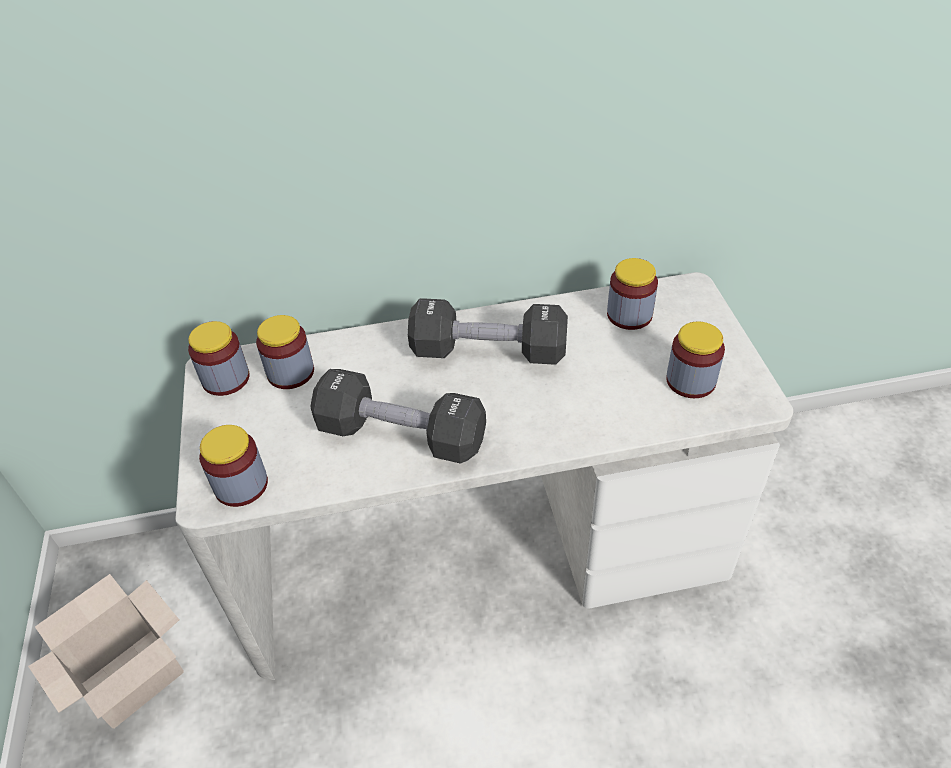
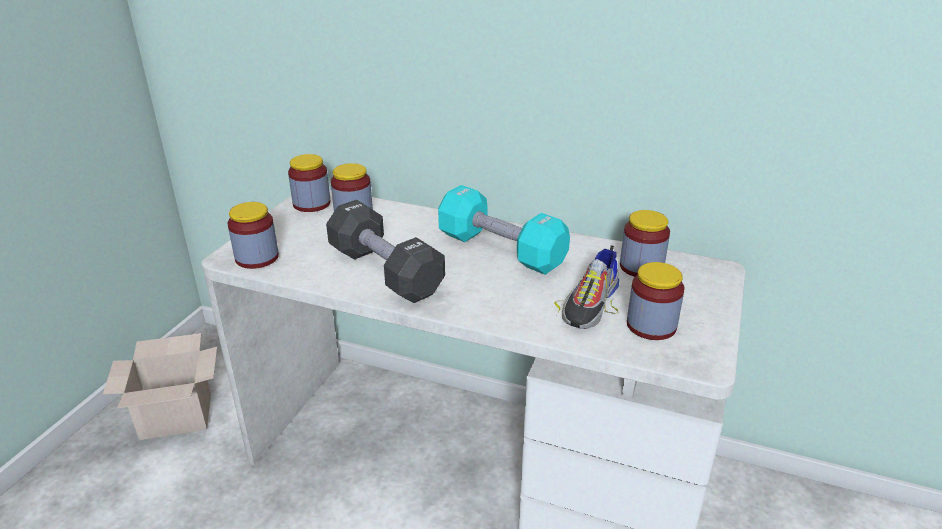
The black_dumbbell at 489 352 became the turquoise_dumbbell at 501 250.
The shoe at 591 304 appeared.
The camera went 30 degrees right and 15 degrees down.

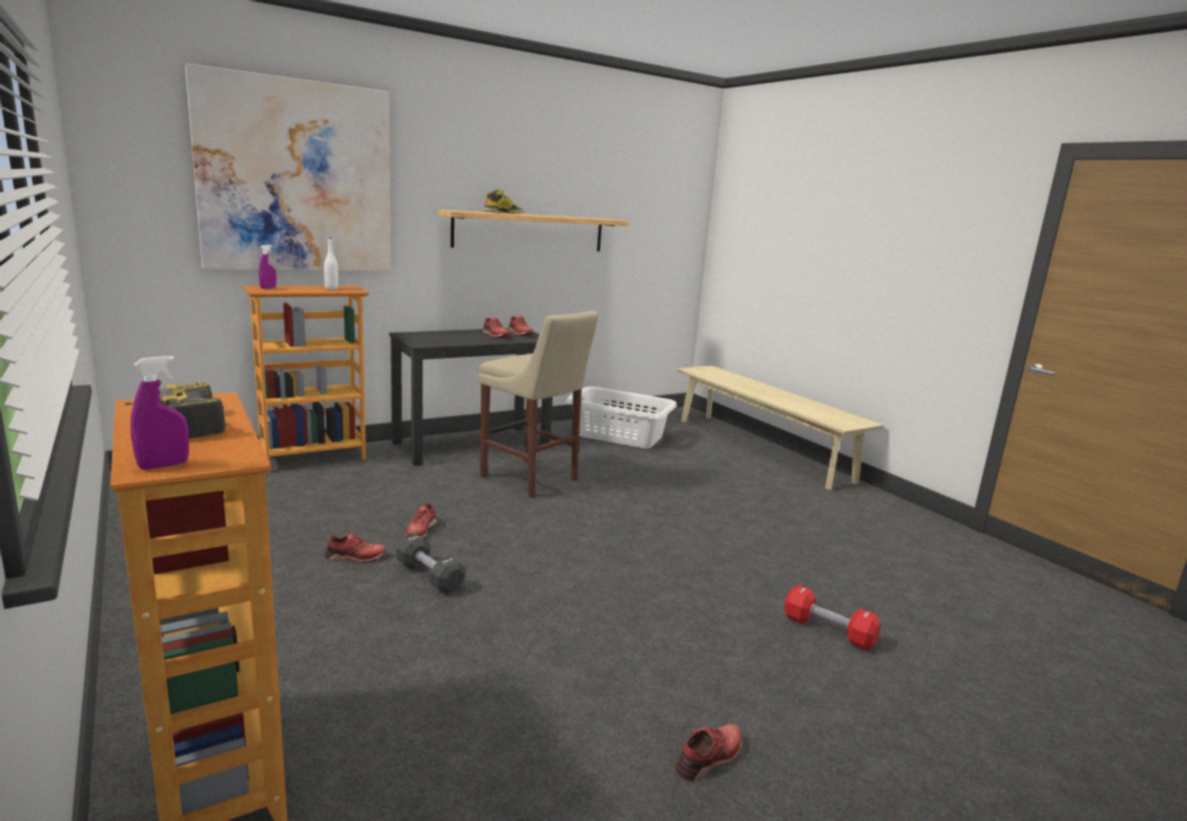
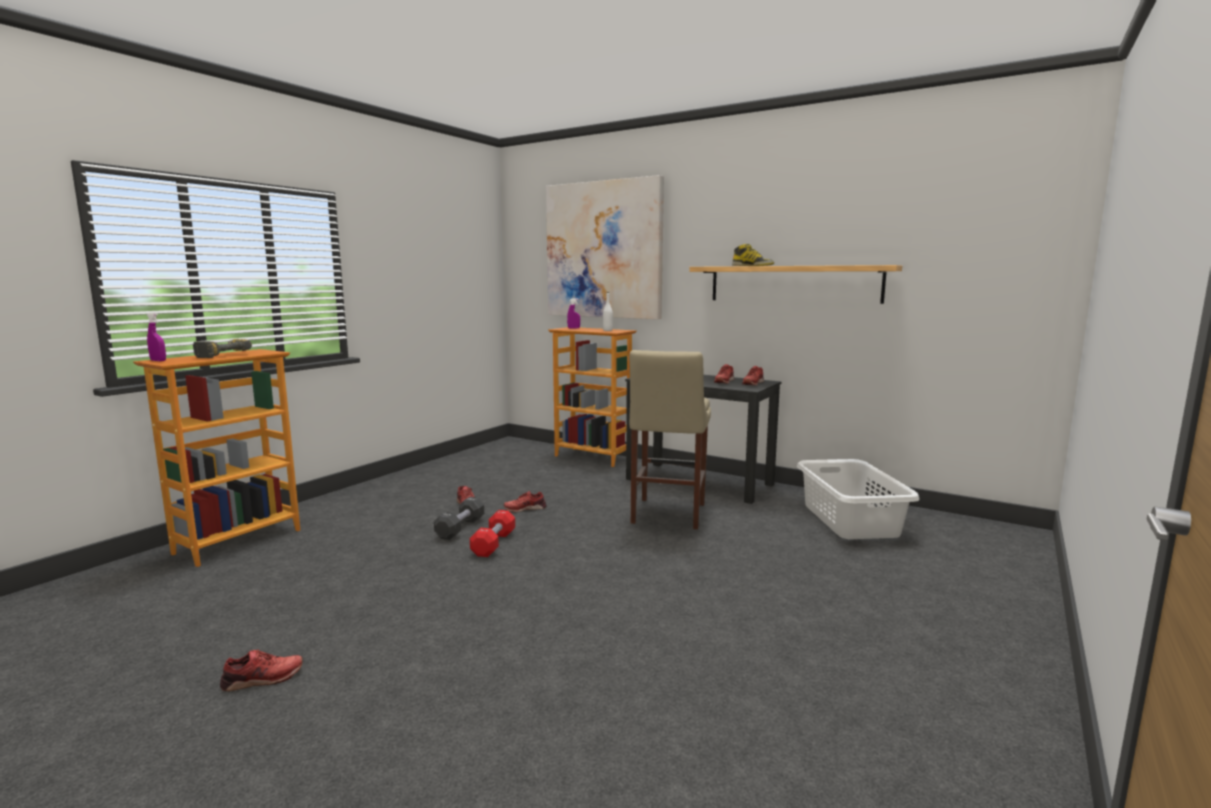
The red_shoe at 710 758 turned 45 degrees counterclockwise.
The beige_bench at 760 449 disappeared.
The red_dumbbell moved from 828 630 to 493 544.
The camera went 65 degrees right and 5 degrees down.

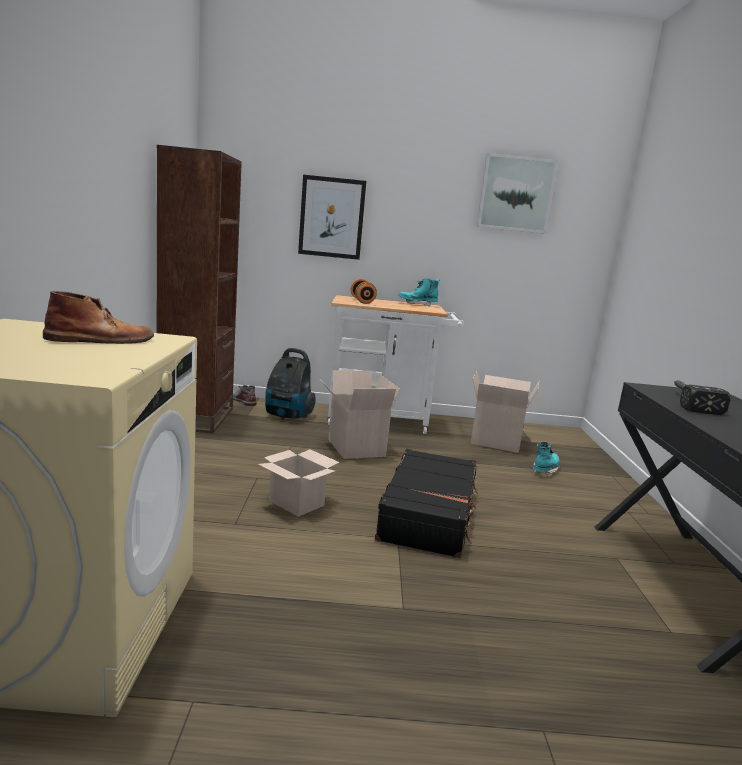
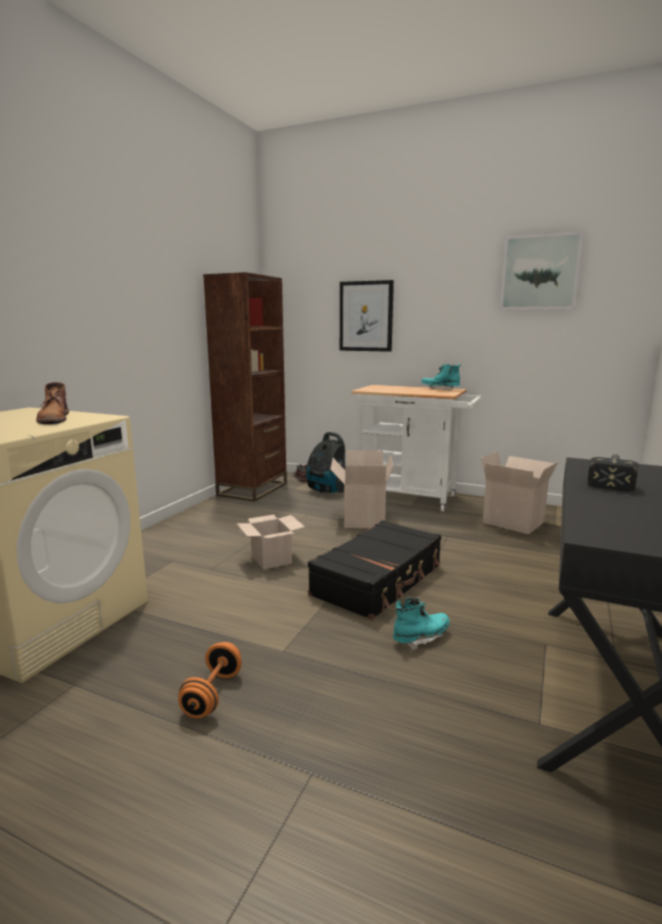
The brown_boot at 101 340 turned 75 degrees clockwise.
The orange_dumbbell moved from 362 301 to 212 694.
The turquoise_boot moved from 545 470 to 421 638.
The camera went 25 degrees right and 0 degrees up.

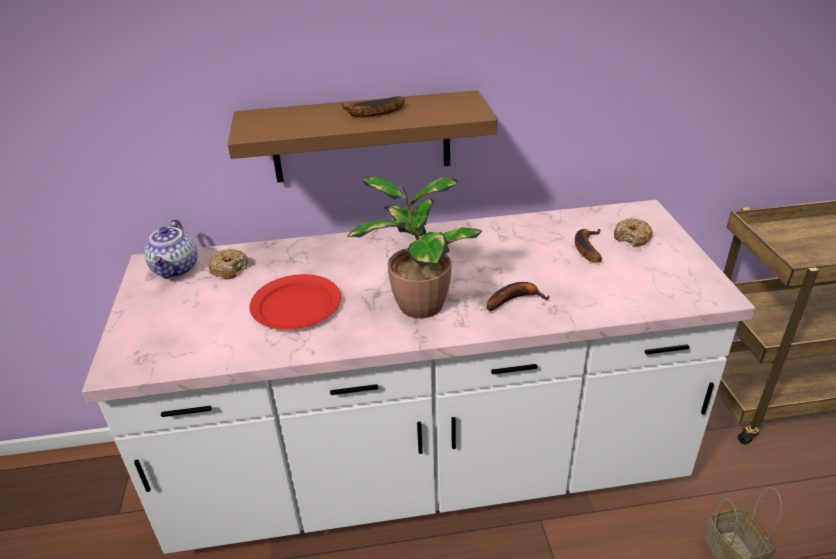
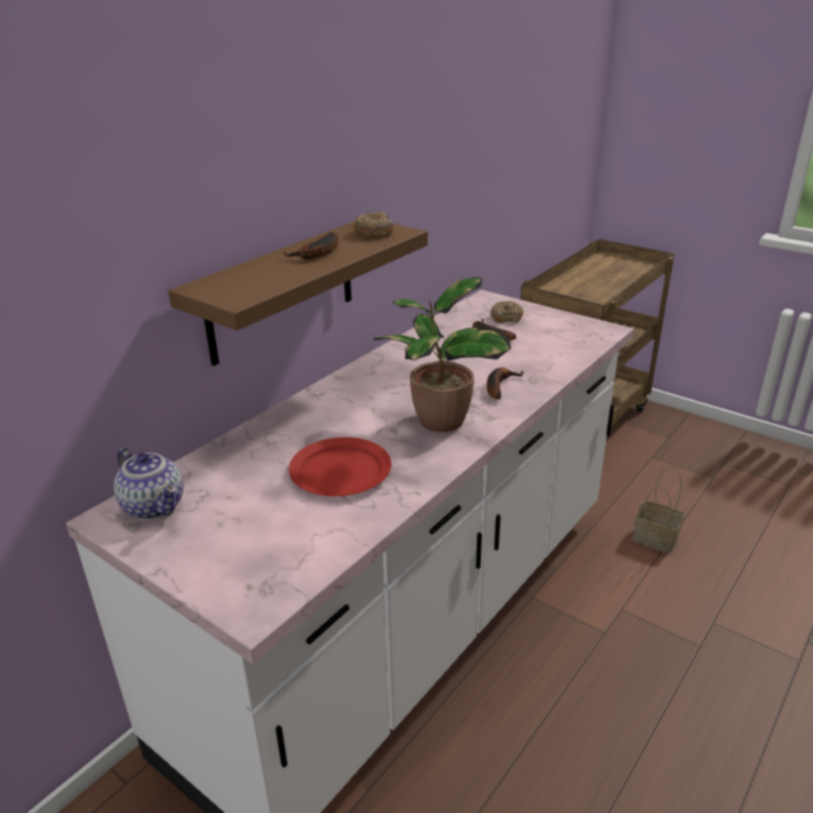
The donut moved from 229 269 to 374 232.
The camera went 45 degrees left and 5 degrees down.

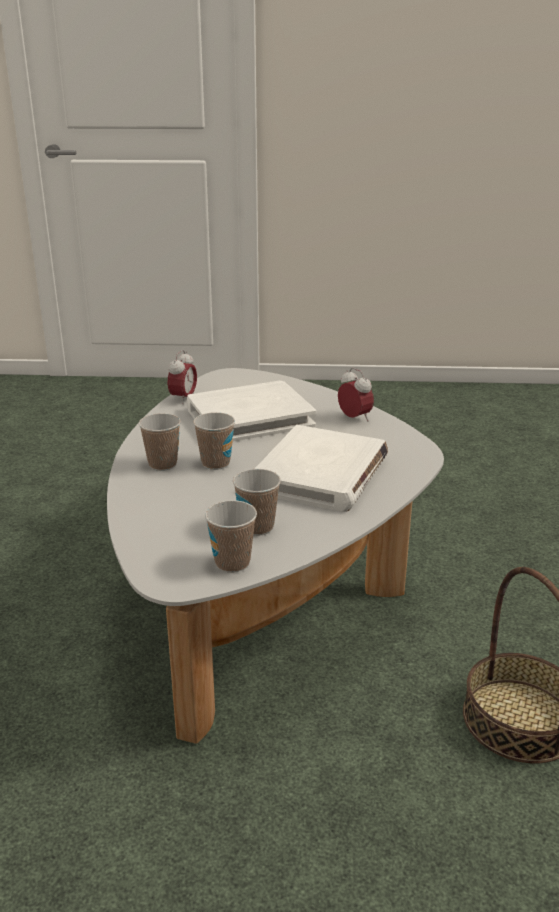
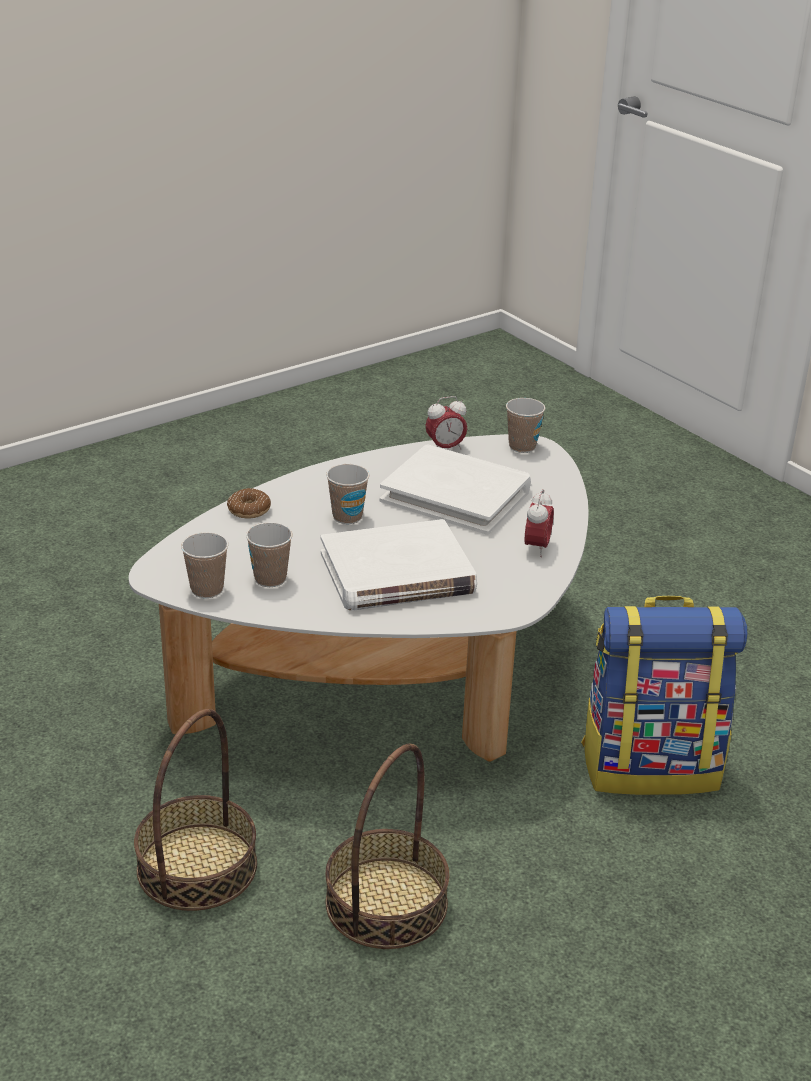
The cup moved from 162 464 to 522 446.
The basket at 197 866 appeared.
The donut at 249 510 appeared.
The backpack at 651 766 appeared.
The camera went 50 degrees right and 5 degrees up.

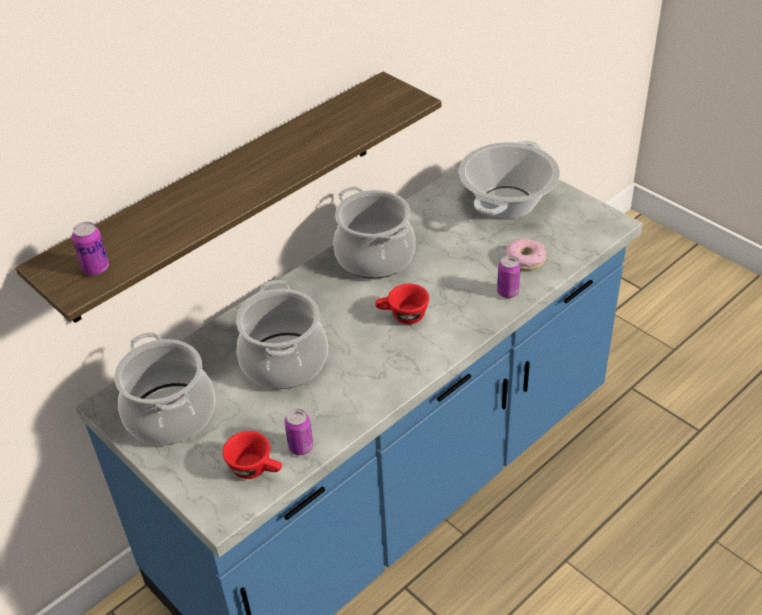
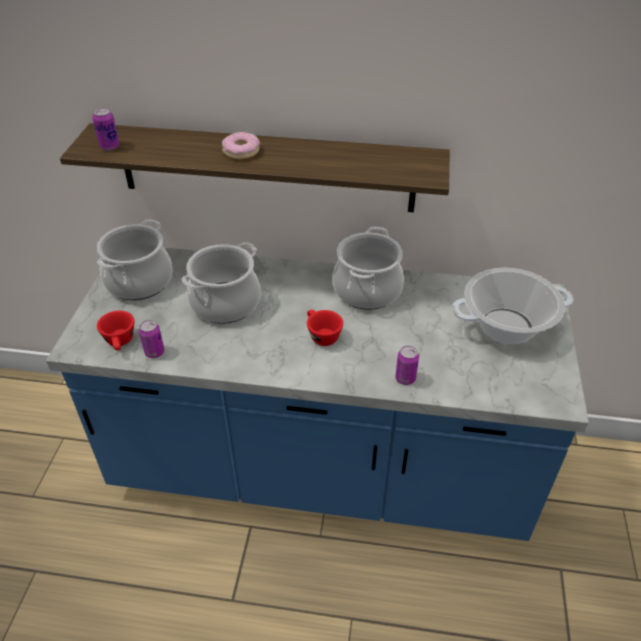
The donut moved from 525 259 to 241 151.
The camera went 50 degrees right and 0 degrees up.

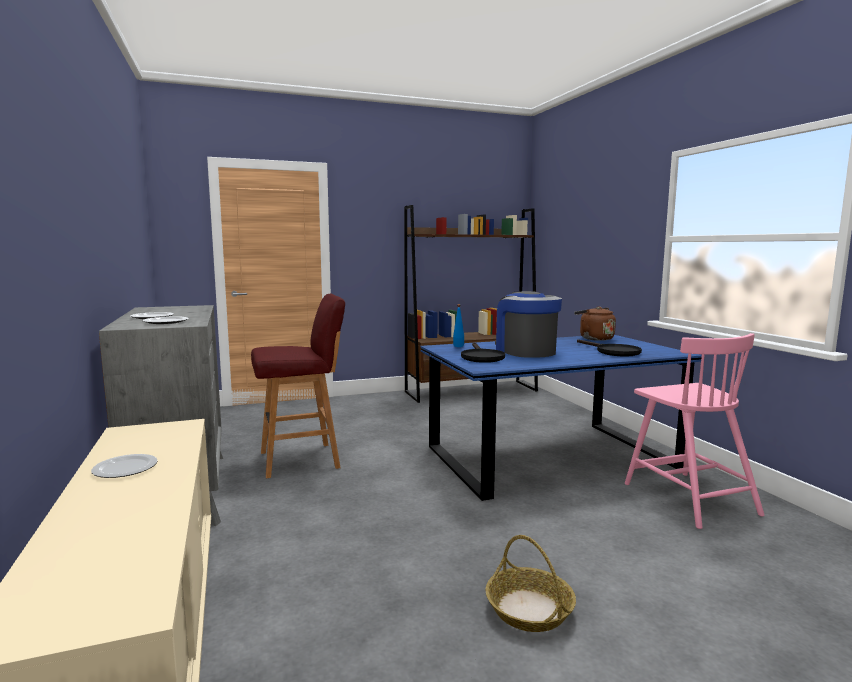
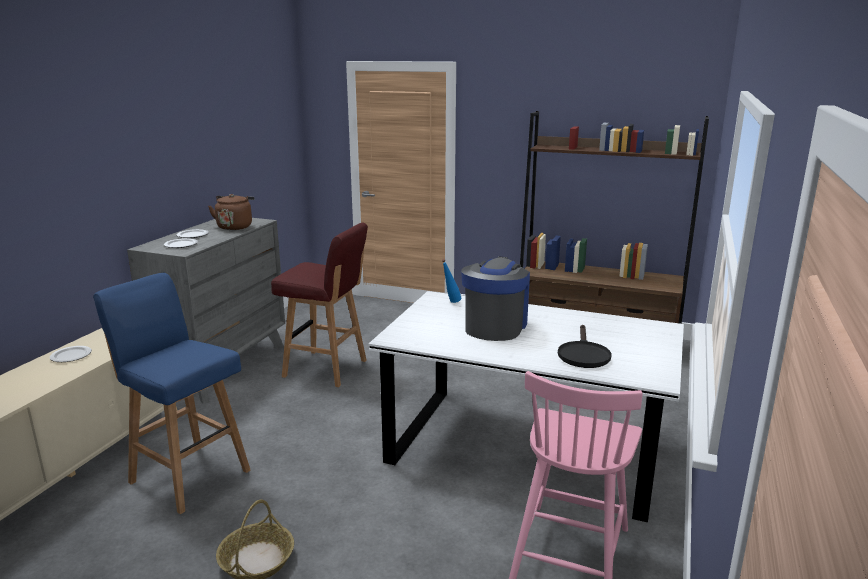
The blue_dining_table at 551 457 became the white_dining_table at 524 448.
The black_frying_pan at 481 357 disappeared.
The brown_kettle moved from 594 338 to 235 226.
The blue_stool at 188 475 appeared.
The camera went 40 degrees right and 10 degrees up.

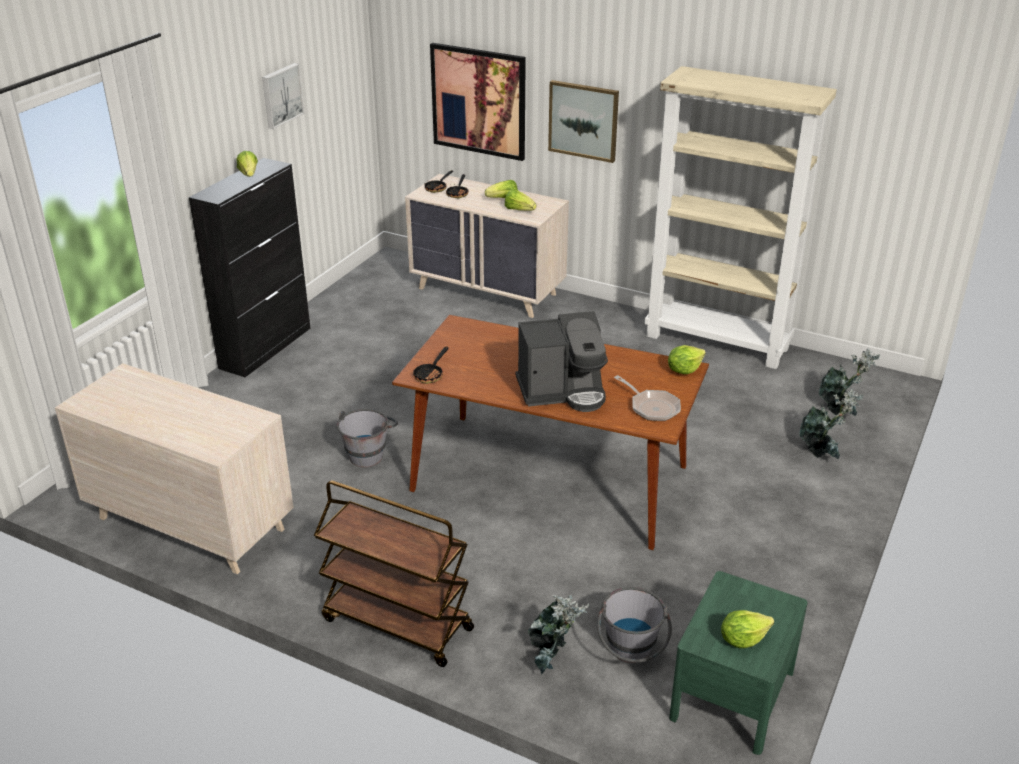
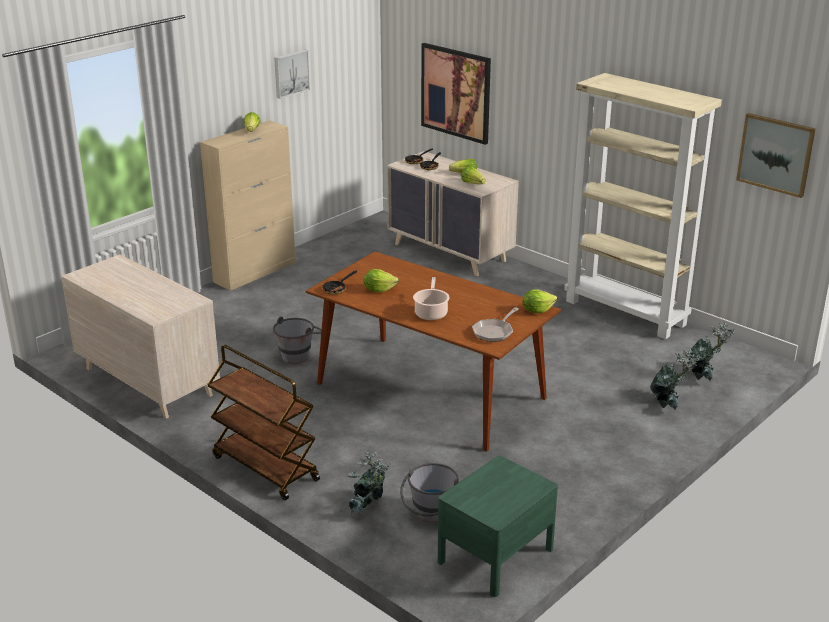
The black_cabinet at 266 347 became the beige_cabinet at 255 272.
The coffee_machine at 563 391 was replaced by the cooking_pot at 431 313.
The picture moved from 583 120 to 775 154.
The frying_pan at 651 407 turned 60 degrees clockwise.
The lettuce moved from 742 639 to 379 290.
The camera went 15 degrees right and 5 degrees down.

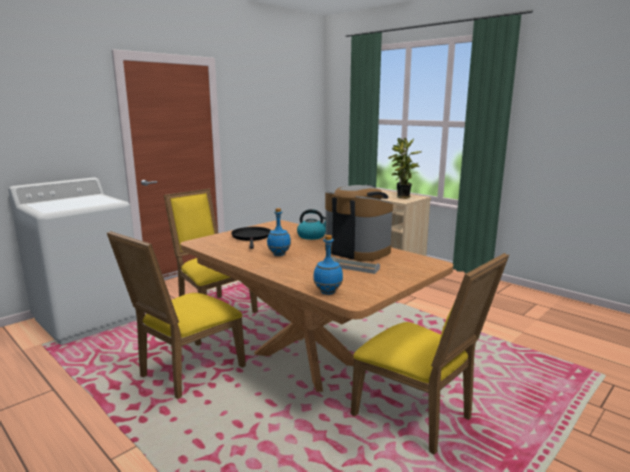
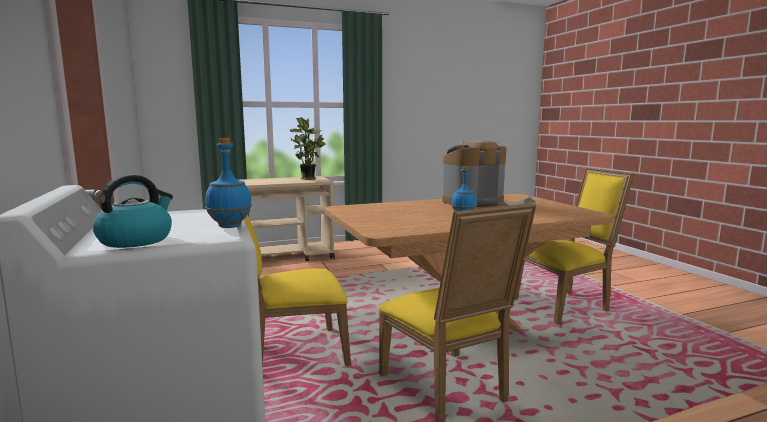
The black_frying_pan at 251 237 disappeared.
The kettle moved from 312 236 to 136 240.
The blue_bottle moved from 328 292 to 230 226.
The camera went 65 degrees left and 5 degrees down.

